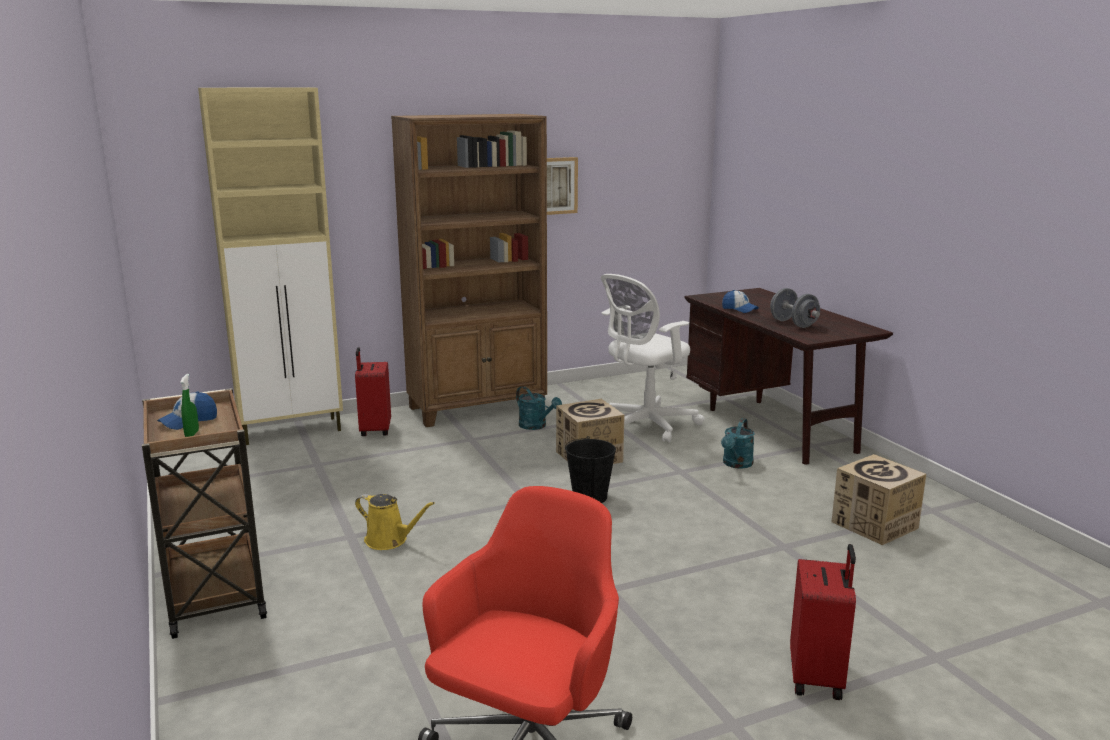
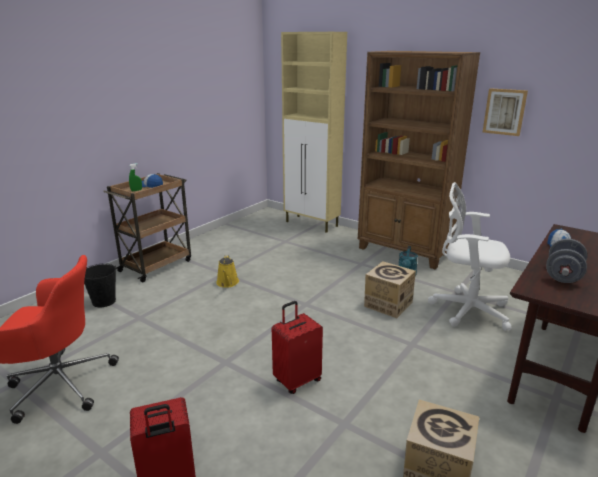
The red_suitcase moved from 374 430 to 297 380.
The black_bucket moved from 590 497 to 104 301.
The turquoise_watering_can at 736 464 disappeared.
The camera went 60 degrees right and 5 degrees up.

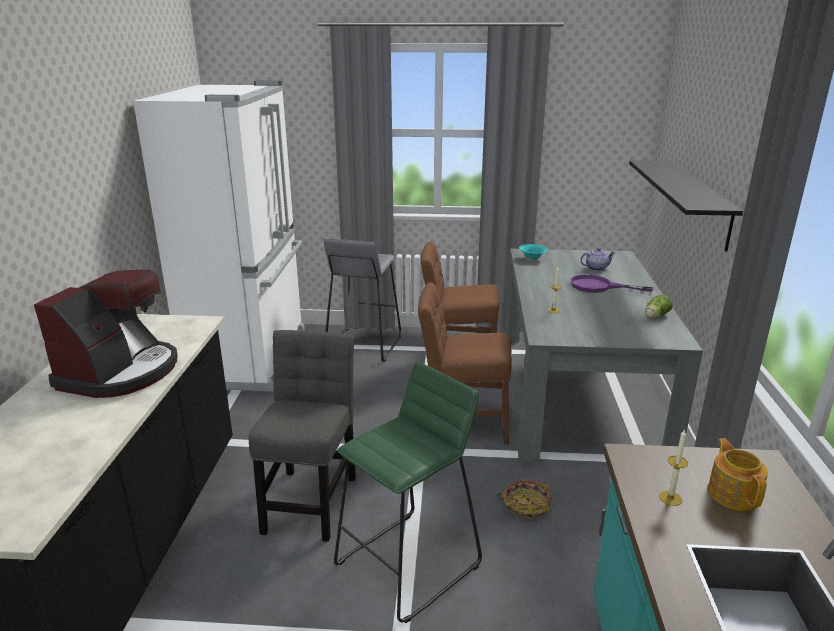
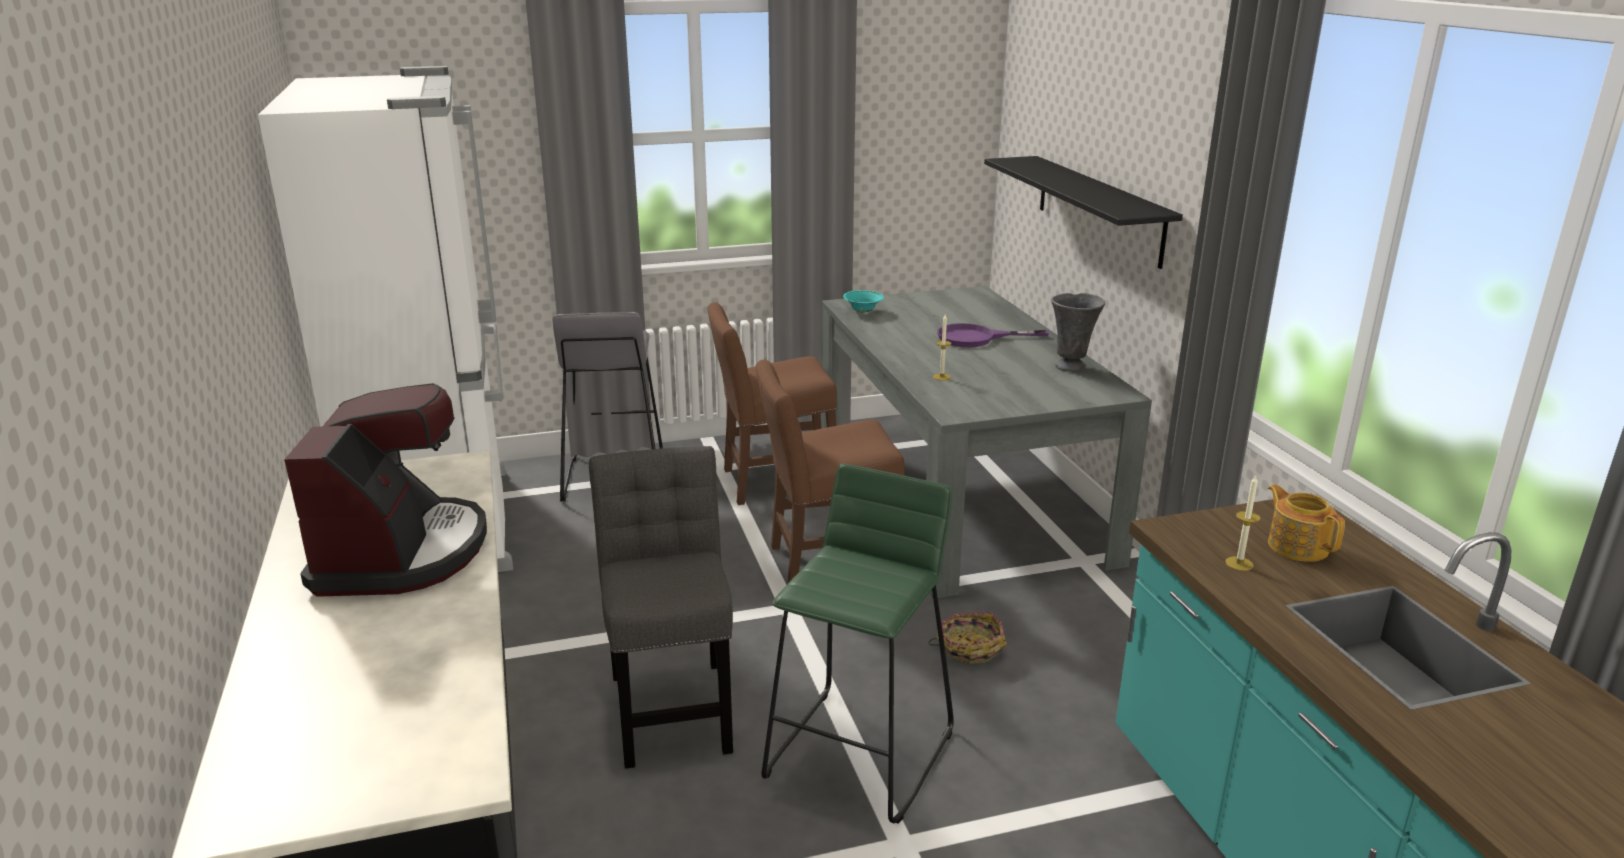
The teapot at 596 268 disappeared.
The lettuce at 655 316 was replaced by the grey_vase at 1071 367.
The camera went 20 degrees left and 0 degrees up.

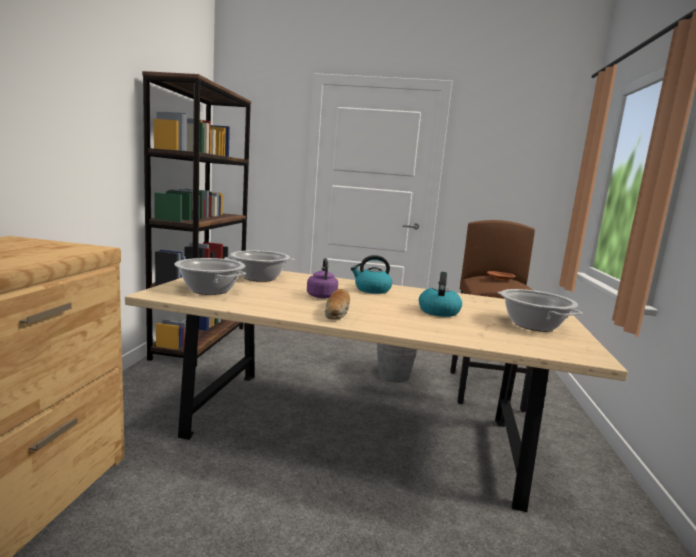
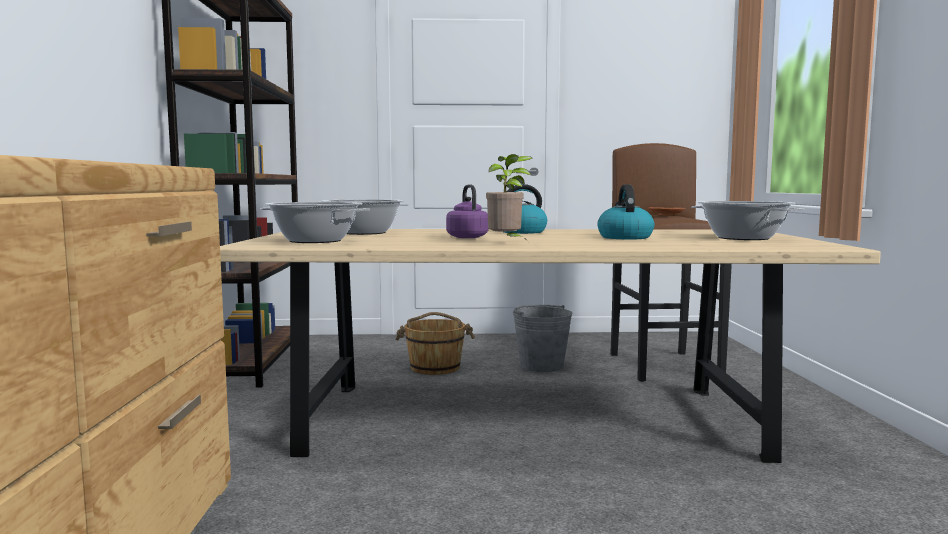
The bread at 338 312 was replaced by the potted_plant at 507 243.
The brown_bucket at 435 367 appeared.
The camera went 10 degrees left and 5 degrees down.

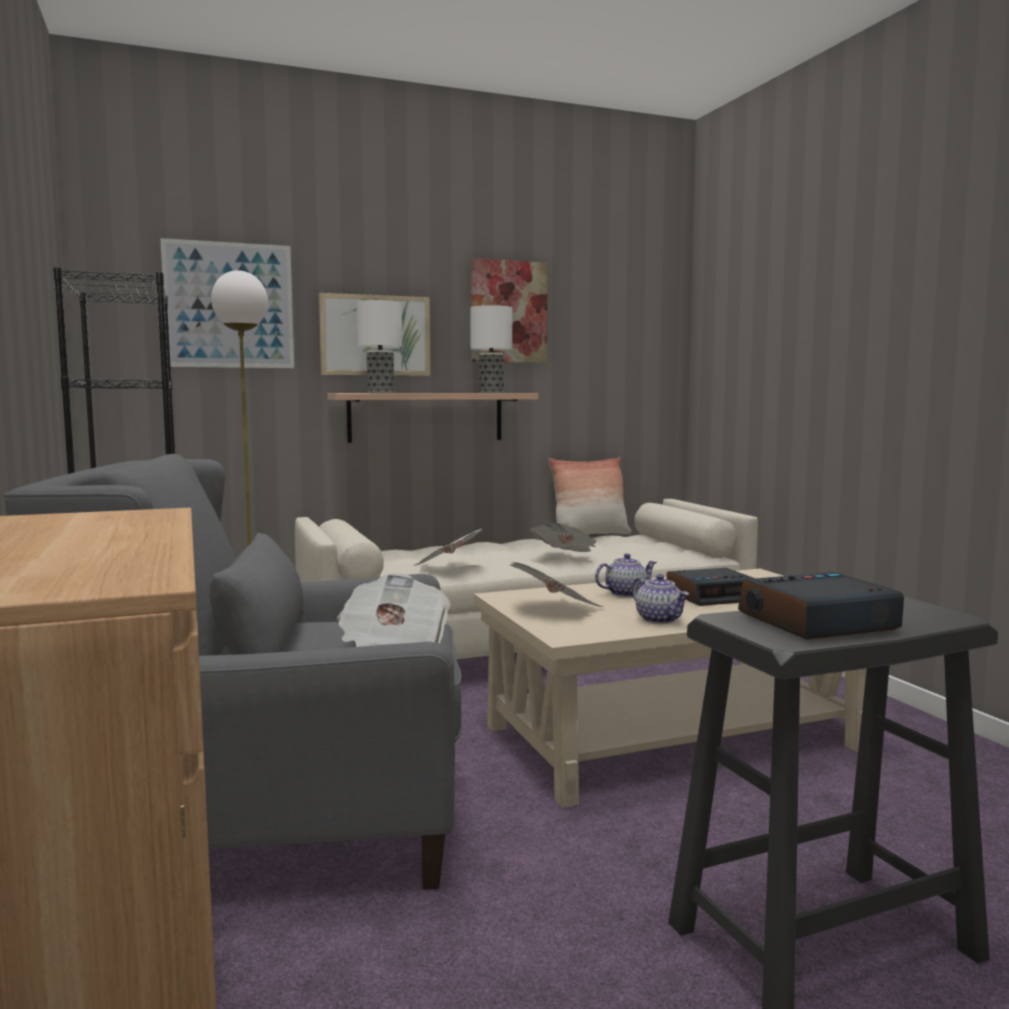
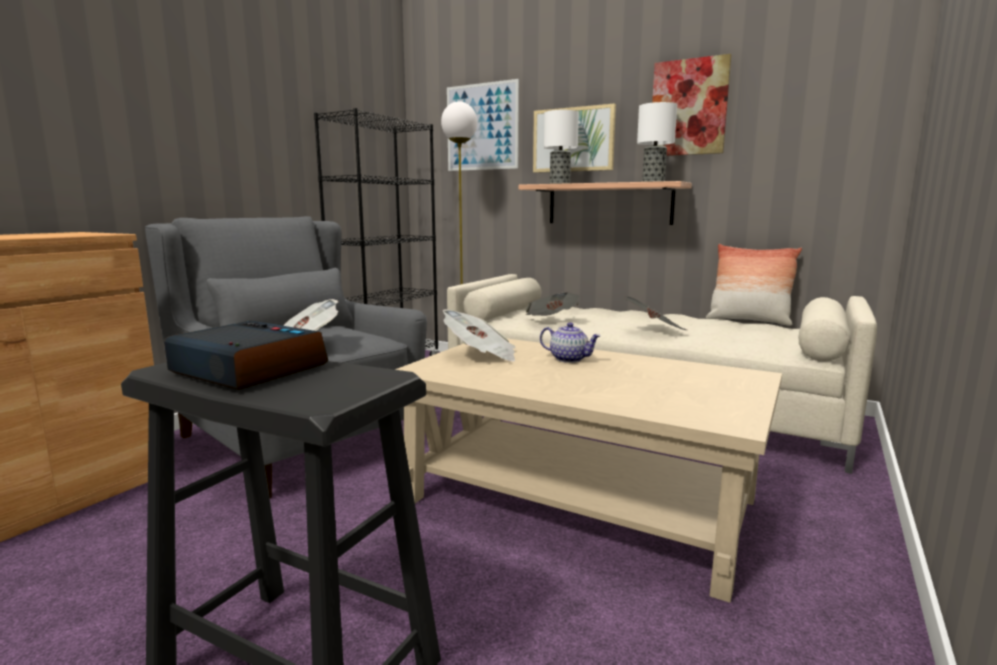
The teapot at 660 619 disappeared.
The alarm_clock at 710 596 disappeared.
The camera went 50 degrees right and 5 degrees up.

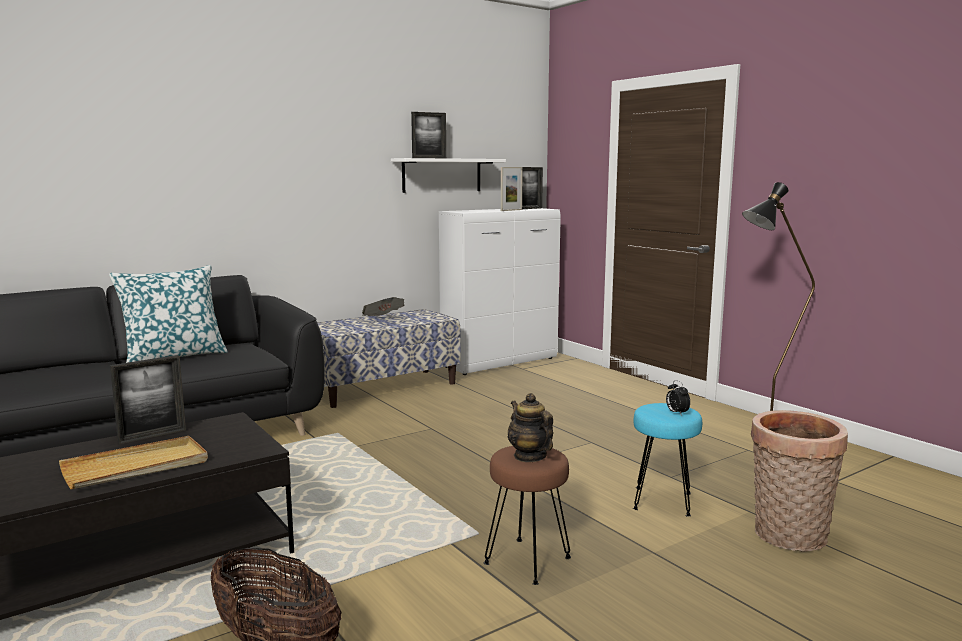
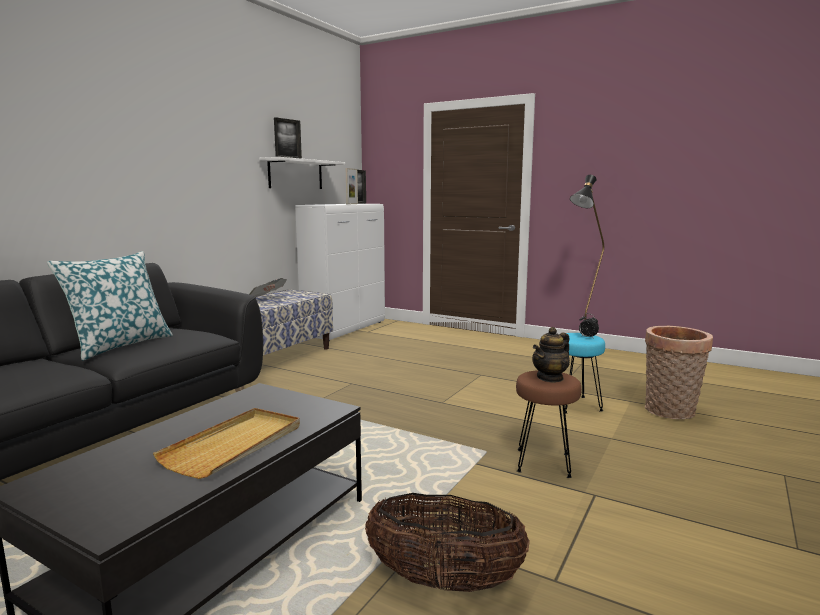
The picture_frame at 152 436 disappeared.
The teapot at 529 456 turned 75 degrees counterclockwise.
The camera went 25 degrees left and 0 degrees up.

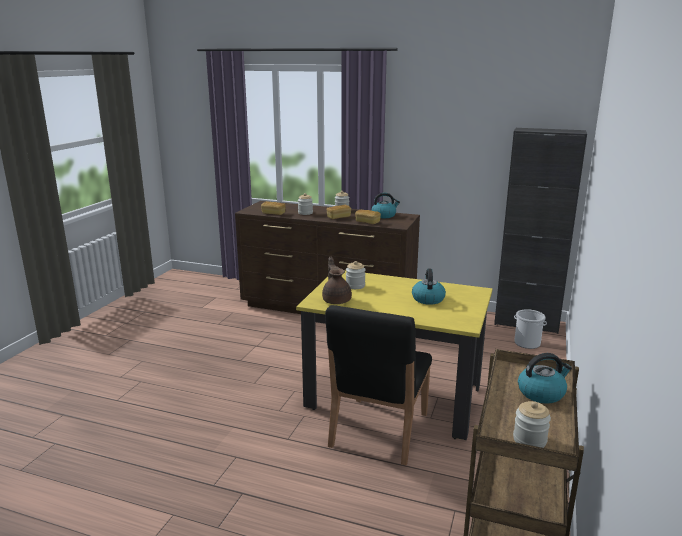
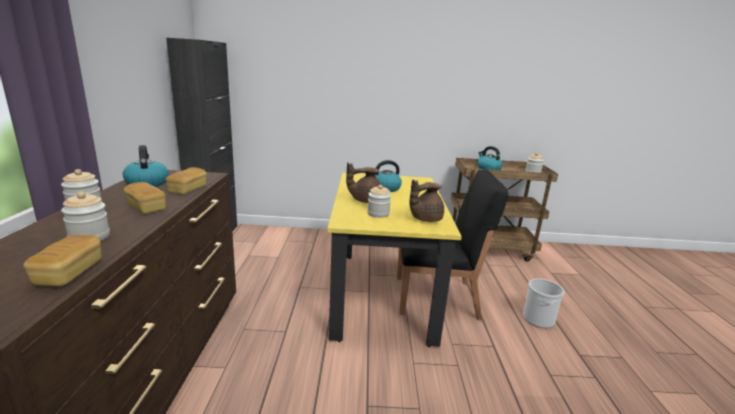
The bucket moved from 526 343 to 538 319.
The brown_teapot at 365 200 appeared.
The camera went 110 degrees left and 0 degrees up.

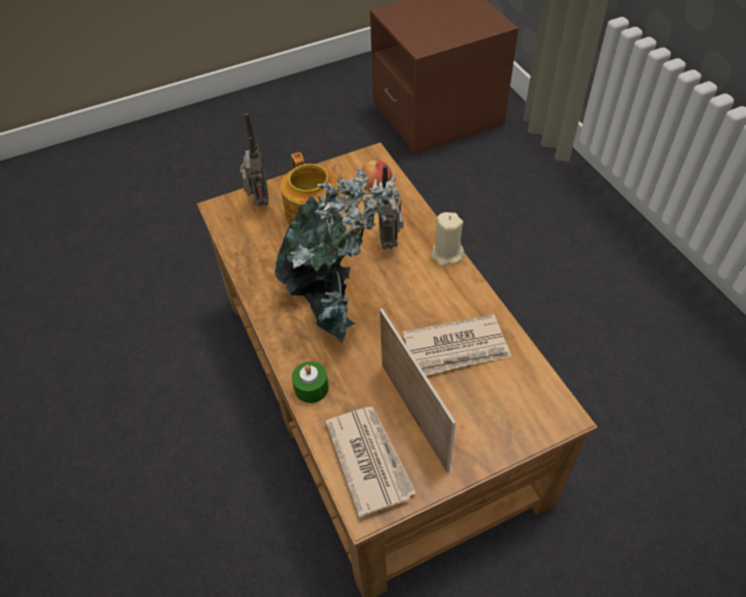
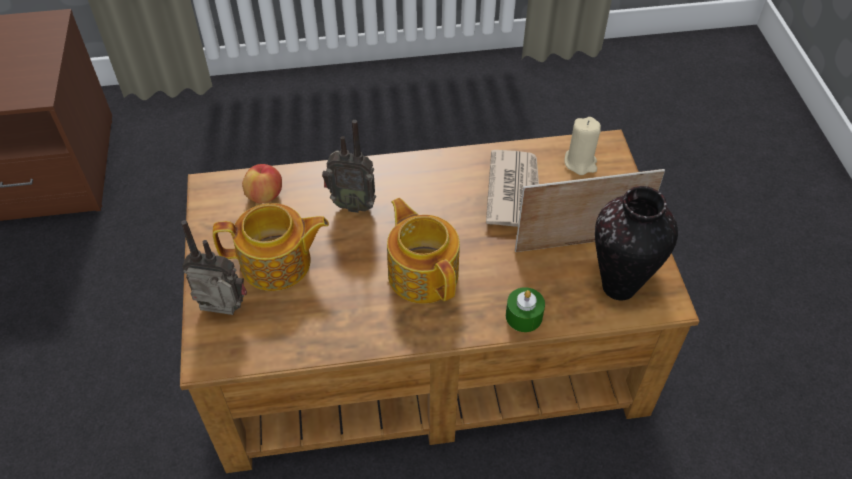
The potted_plant at 334 305 was replaced by the teapot at 423 273.
The newspaper at 369 459 was replaced by the vase at 618 287.
The beige_candle moved from 446 254 to 580 162.
The camera went 75 degrees left and 0 degrees up.

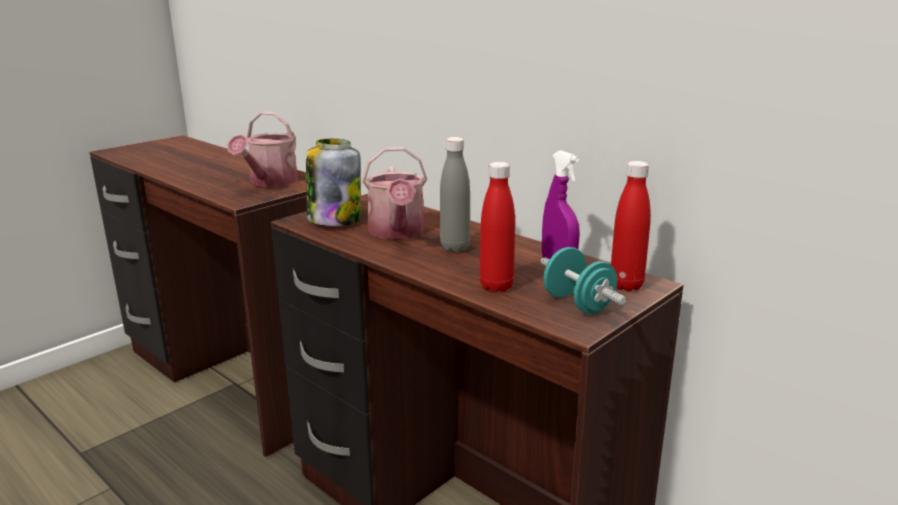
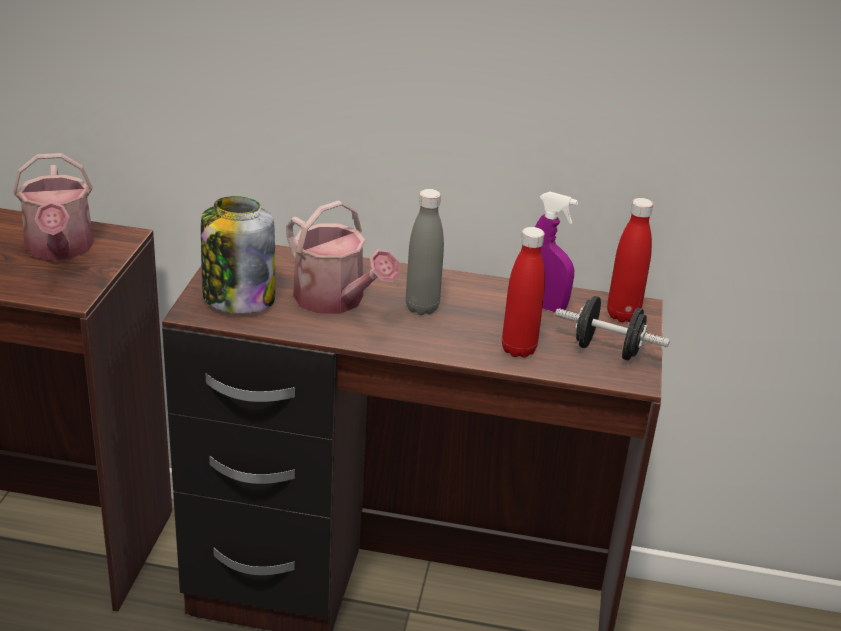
The turquoise_dumbbell at 578 304 became the black_dumbbell at 607 350.
The camera went 35 degrees left and 10 degrees up.

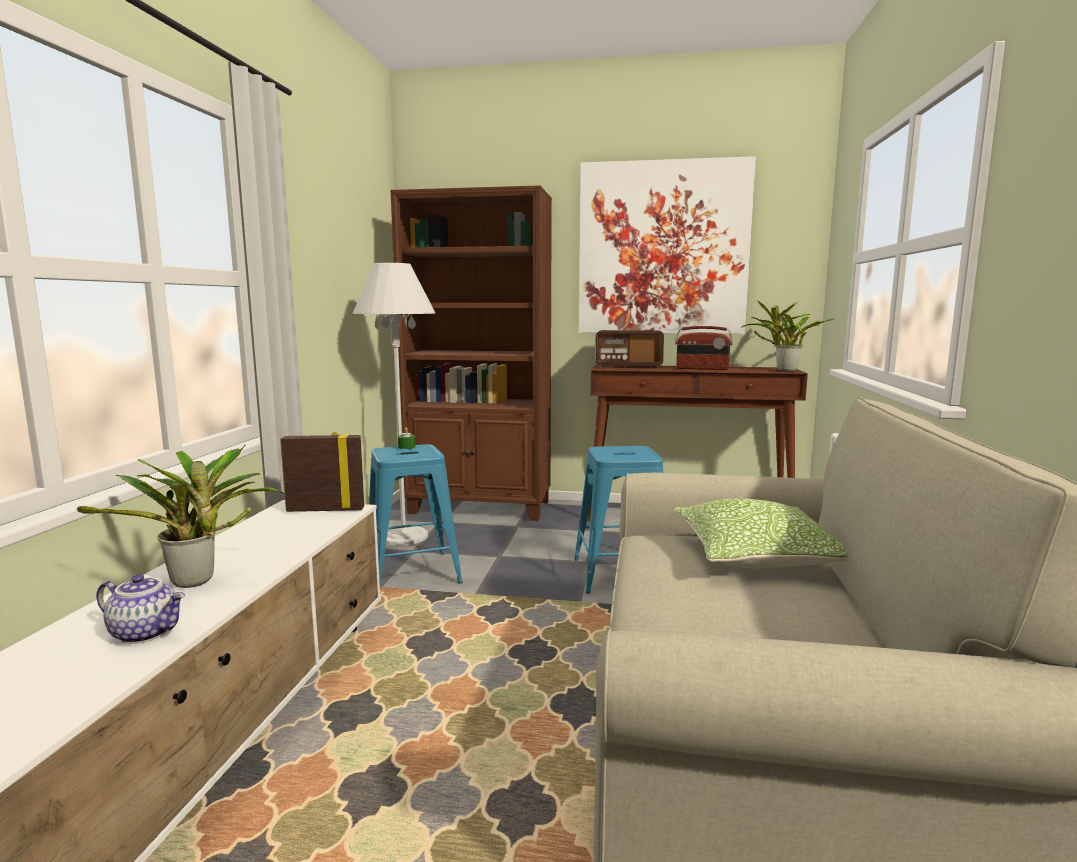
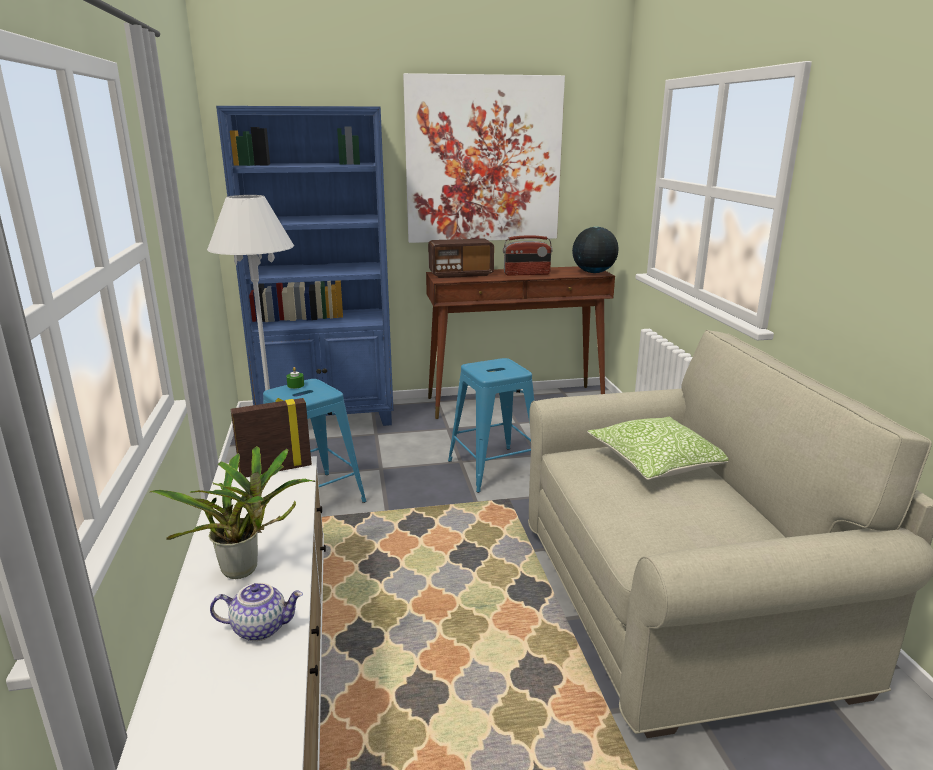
The brown_bookcase at 480 507 became the blue_bookcase at 328 418.
The potted_plant at 783 370 was replaced by the globe at 593 272.
The camera went 20 degrees left and 10 degrees up.

